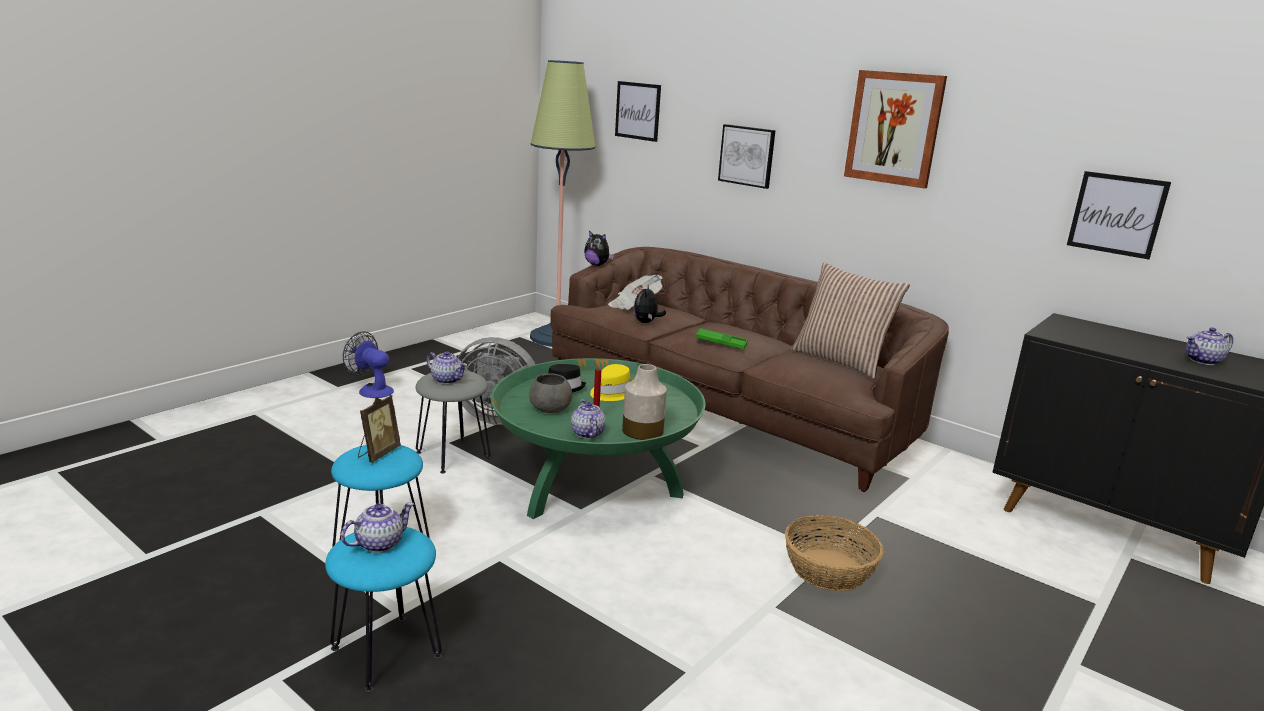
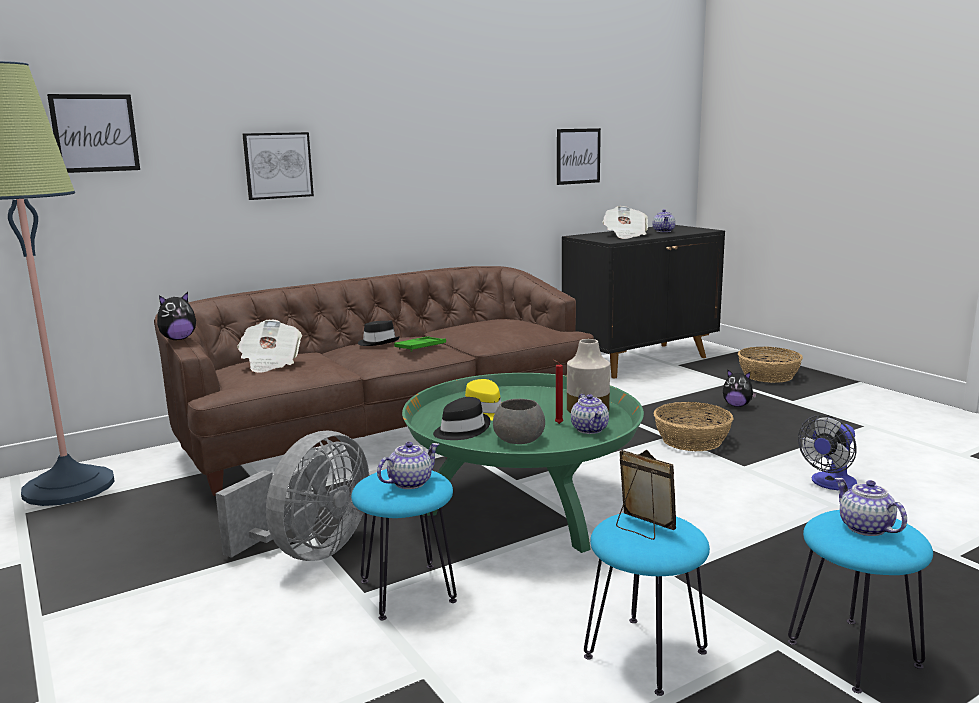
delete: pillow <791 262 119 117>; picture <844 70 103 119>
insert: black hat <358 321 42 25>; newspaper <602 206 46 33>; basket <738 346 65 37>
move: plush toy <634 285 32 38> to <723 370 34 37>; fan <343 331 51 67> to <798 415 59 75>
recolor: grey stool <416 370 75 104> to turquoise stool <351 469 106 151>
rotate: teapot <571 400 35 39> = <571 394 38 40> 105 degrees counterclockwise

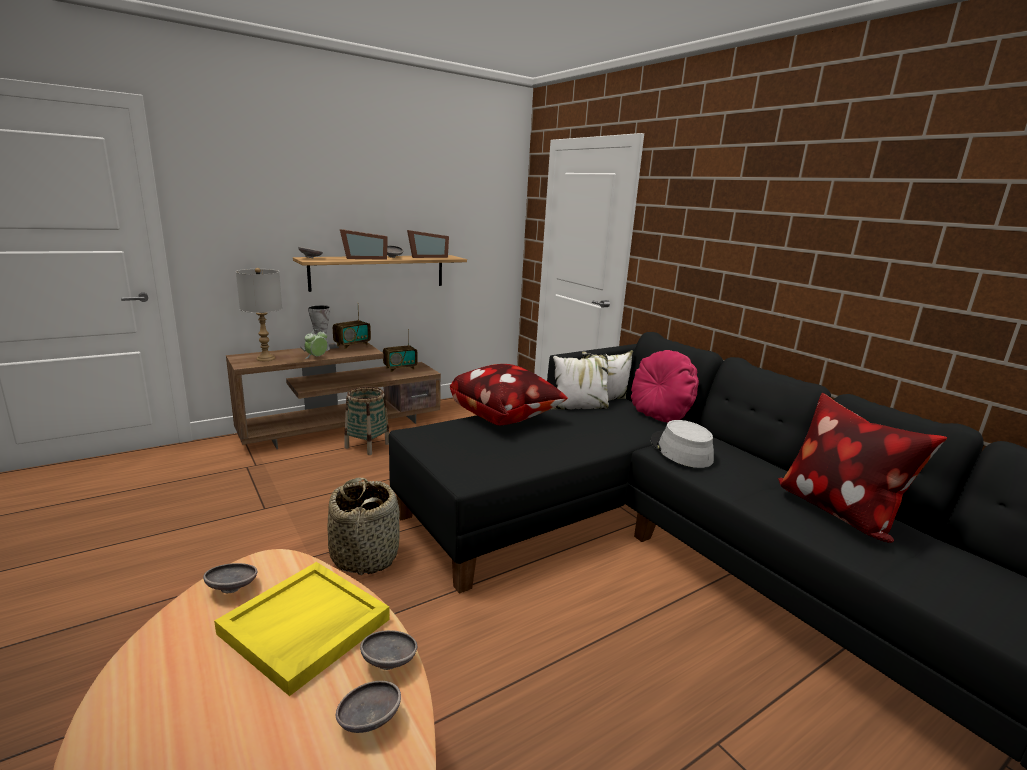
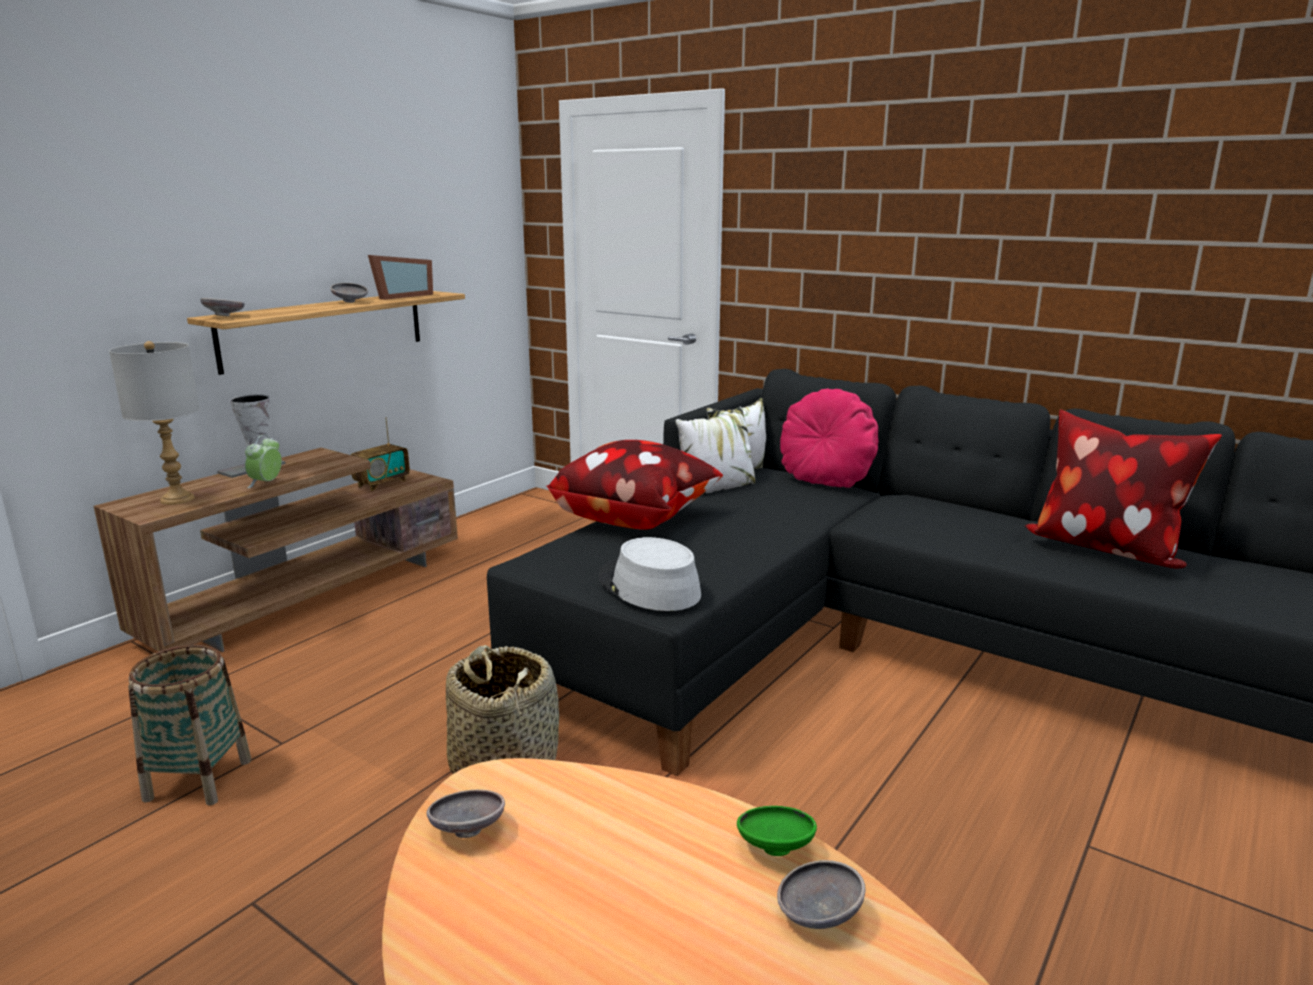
delete: yellow tray <214 562 176 134>; radio <333 308 38 41>; picture frame <340 229 48 31>
move: basket <344 386 45 69> to <128 645 123 161>; grey hat <651 420 63 48> to <599 537 102 74>
recolor: grey bowl <360 630 57 40> to green bowl <737 806 80 50>

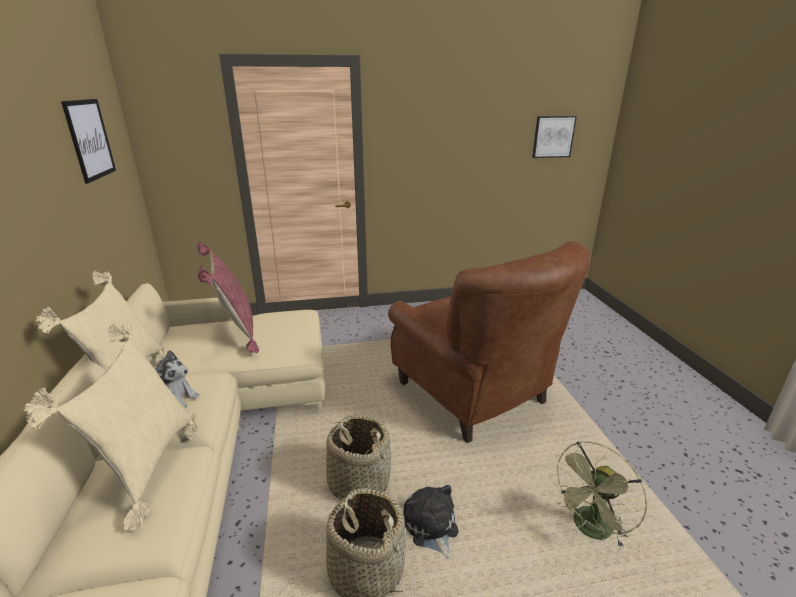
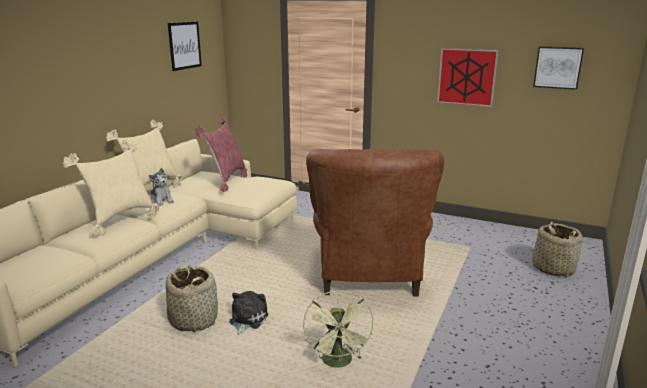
insert: picture <437 48 61 59>
move: basket <326 415 65 85> to <532 222 50 55>
rotate: green fan <550 441 98 108> = <303 290 71 78> 90 degrees counterclockwise

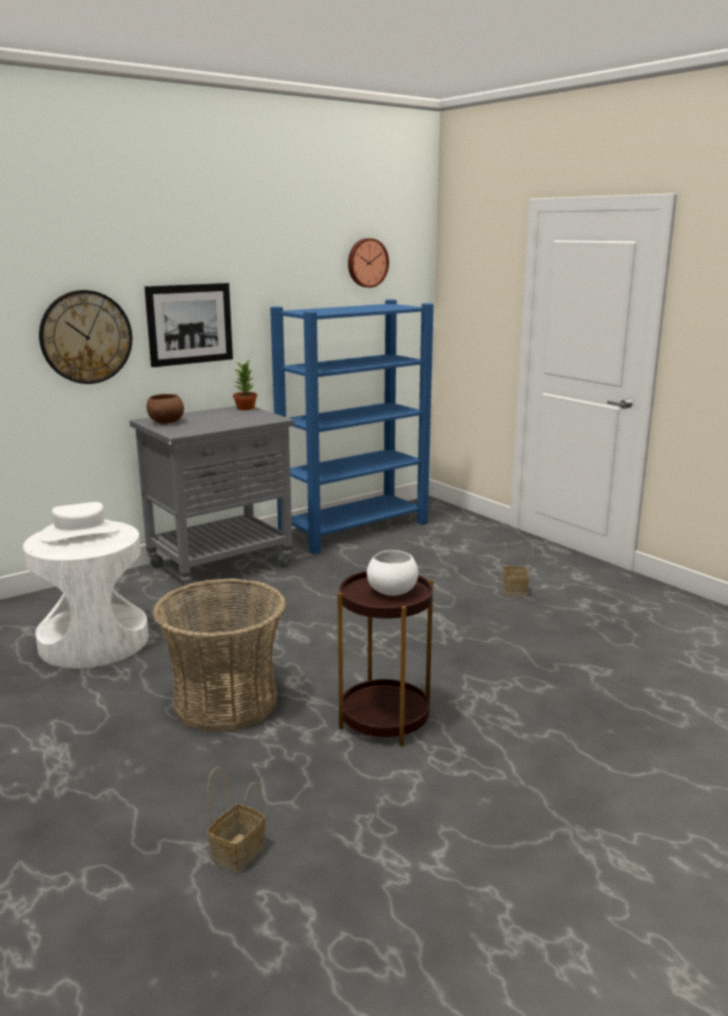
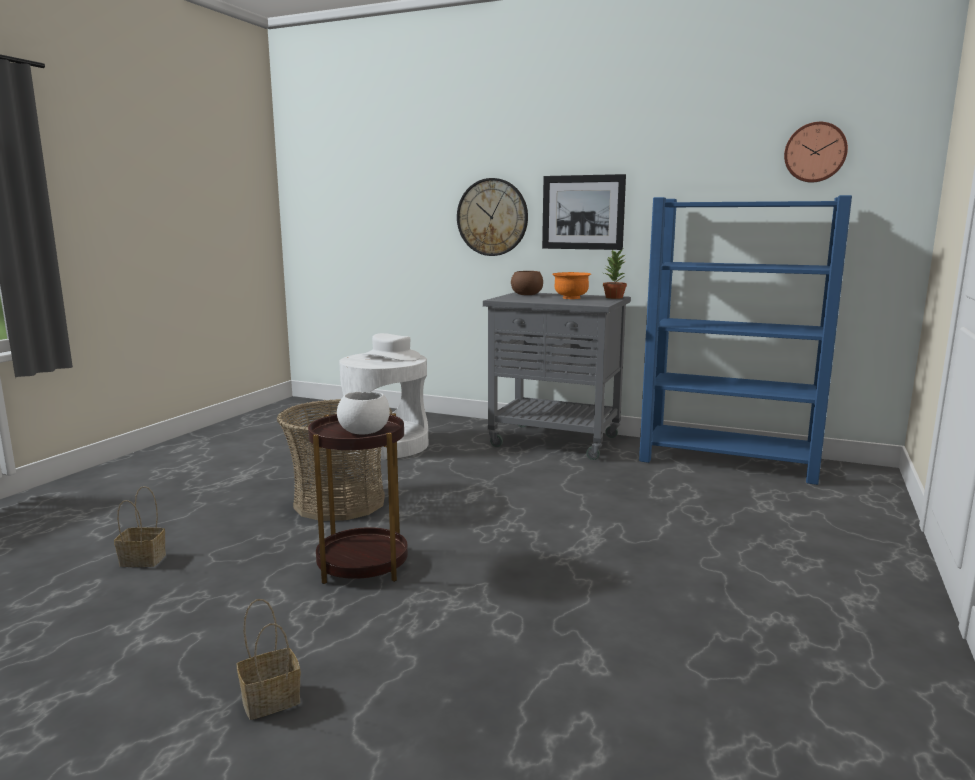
insert: orange bowl <552 272 39 27>
move: basket <503 542 30 55> to <237 599 64 121>

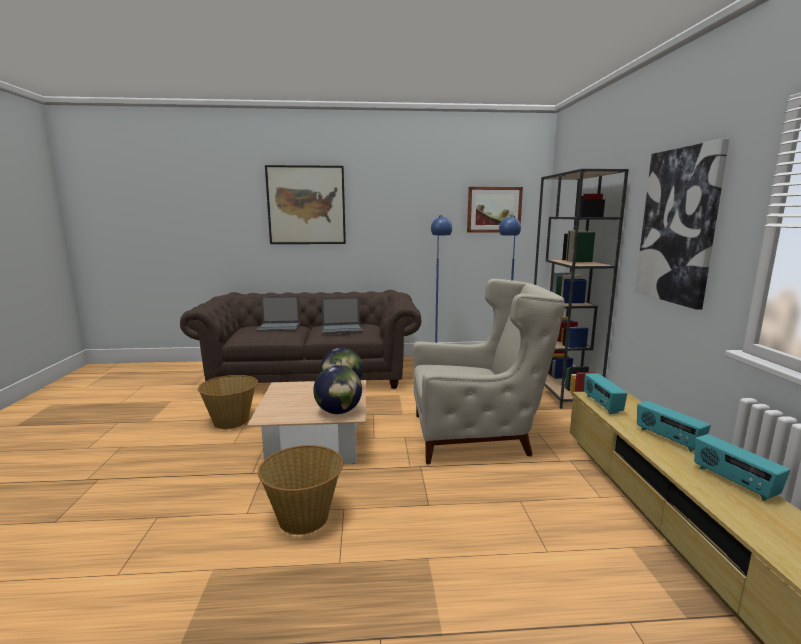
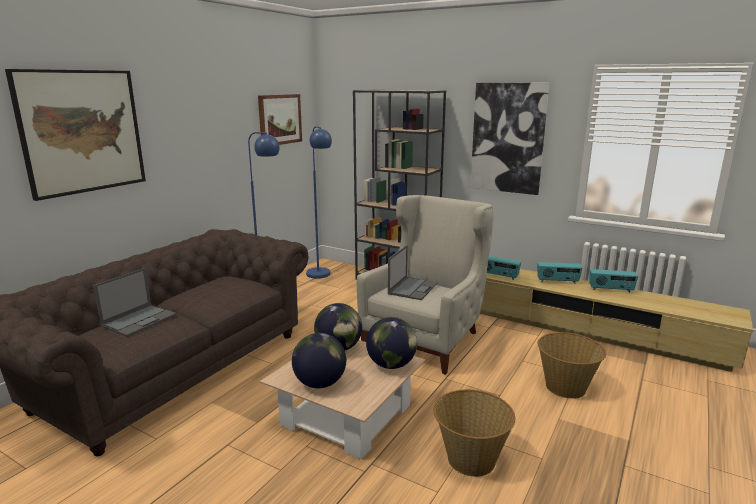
insert: globe <292 333 54 55>
move: laptop <321 297 42 37> to <388 245 50 55>; basket <198 375 60 54> to <537 332 69 67>

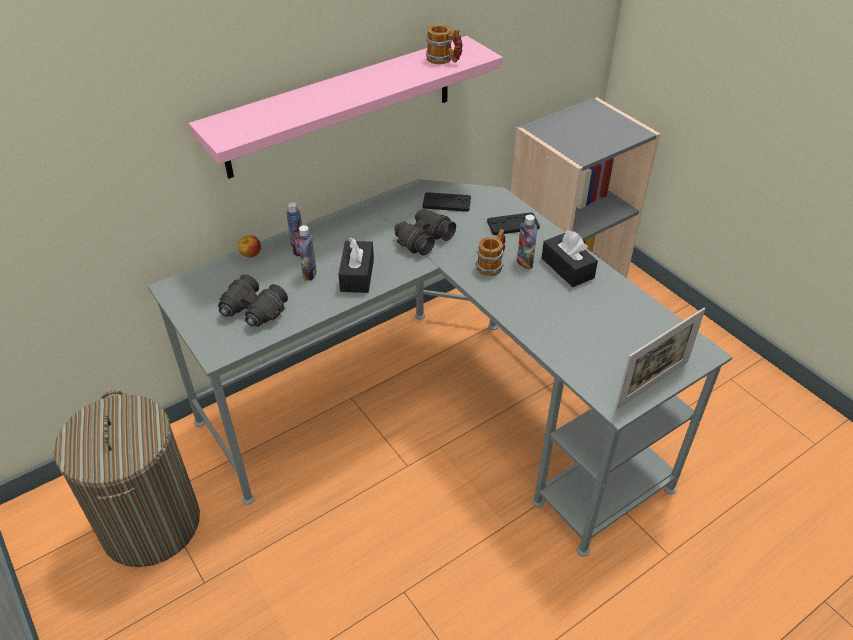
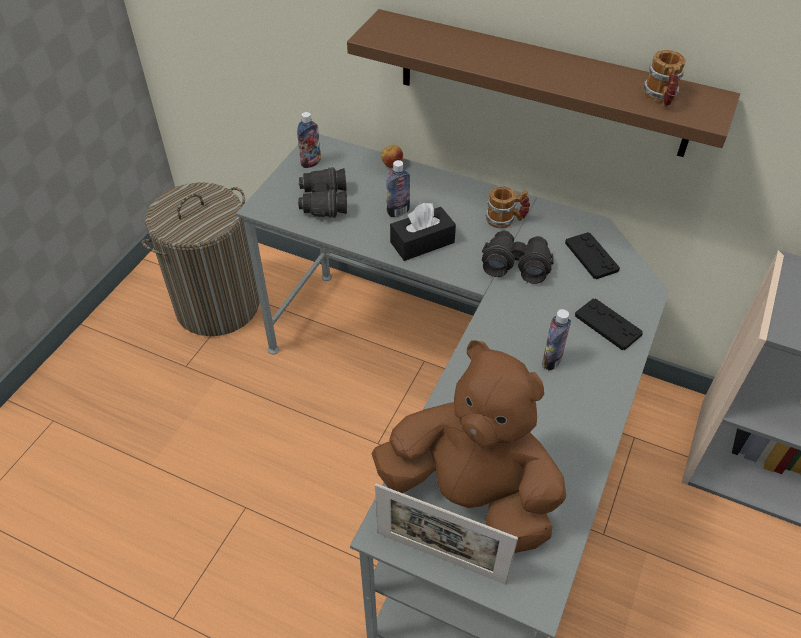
delete: black tissue box <542 230 56 57>
insert: brown plush toy <371 340 195 213>
move: bottle <286 202 16 54> to <297 112 24 56>; mug <476 229 29 47> to <485 187 45 41>
recolor: pink shelf <189 36 314 143> to brown shelf <347 9 393 148>

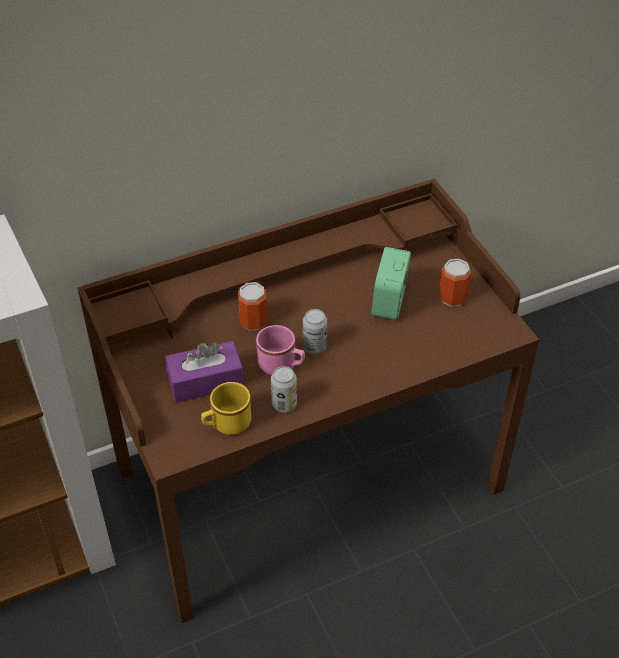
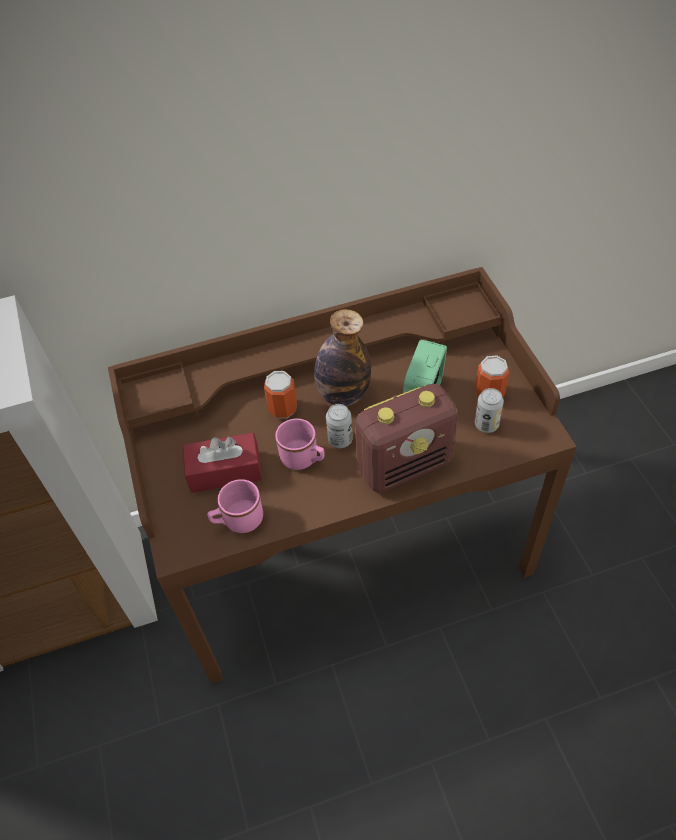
insert: bottle <314 309 57 97>; radio <355 384 103 109>
move: can <271 366 26 46> to <475 388 29 45>
recolor: purple tissue box <165 341 79 62> to red tissue box <183 433 79 60>; yellow mug <201 382 50 53> to pink mug <207 479 56 54>

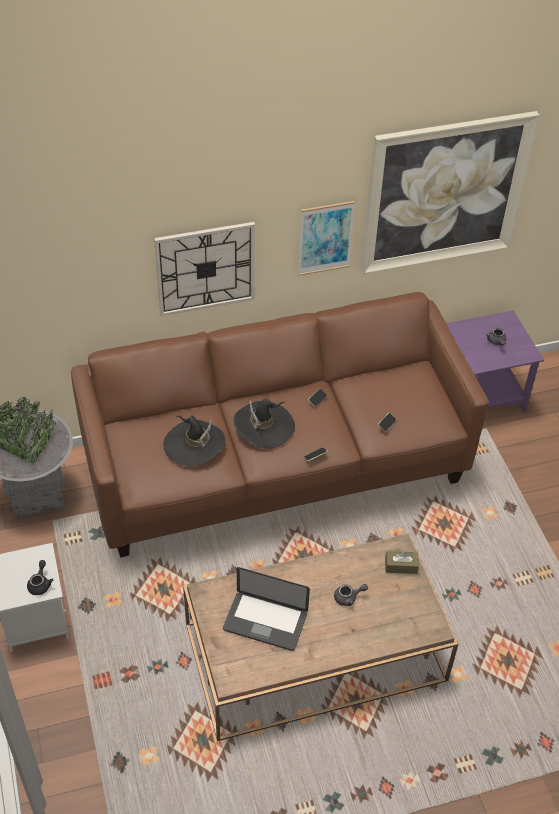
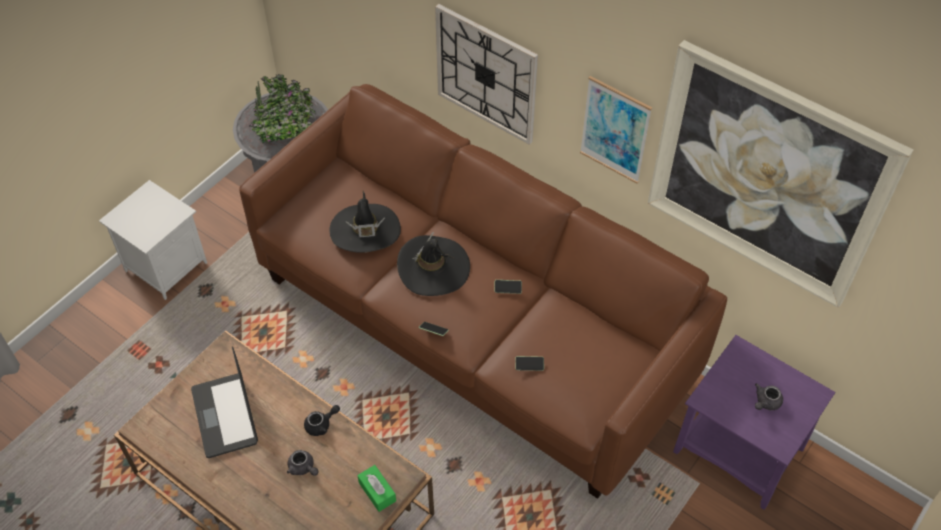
move: black teapot <27 560 26 35> to <304 405 36 31>
recolor: brown tissue box <385 551 34 23> to green tissue box <357 465 39 47>

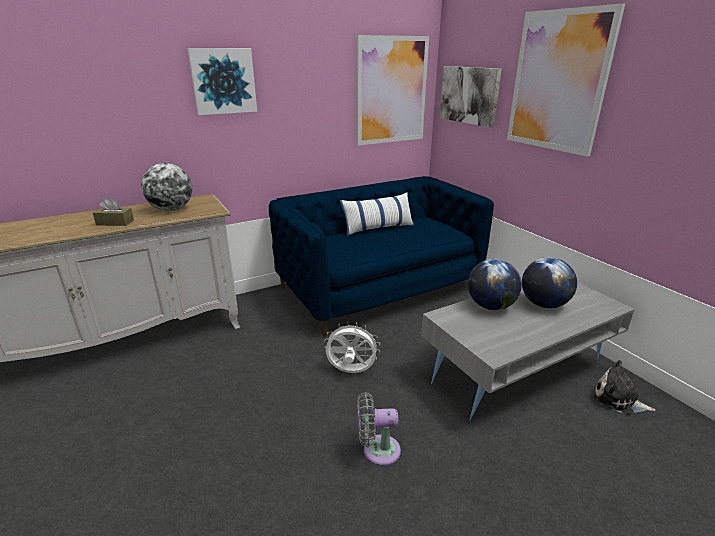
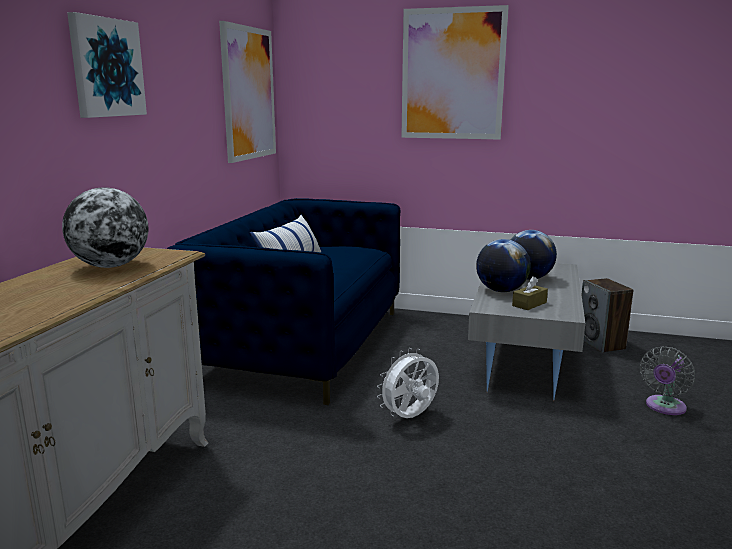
delete: picture <440 66 62 62>
move: brown tissue box <93 198 41 28> to <512 276 36 34>; grey fan <357 392 44 74> to <640 347 55 68>
replace: plush toy <594 360 61 55> to speaker <581 278 52 75>

